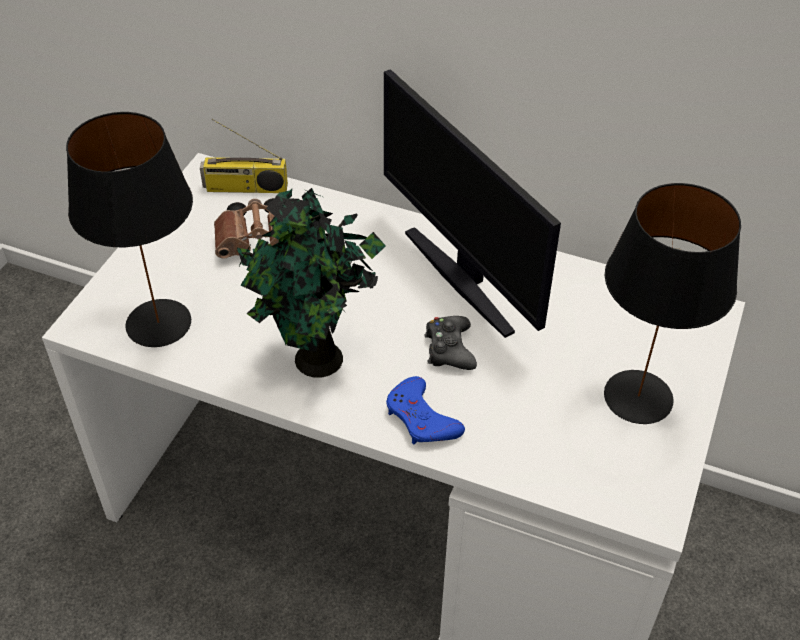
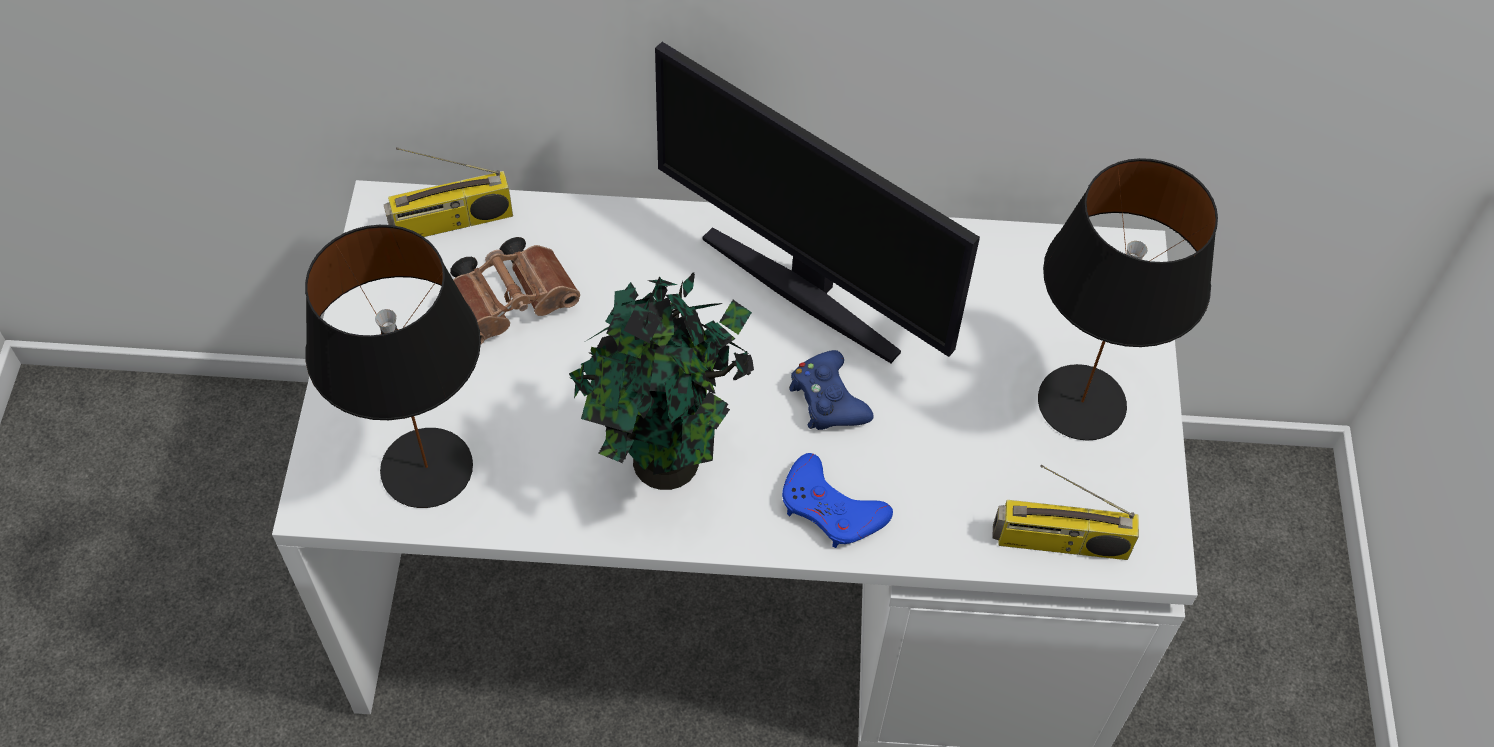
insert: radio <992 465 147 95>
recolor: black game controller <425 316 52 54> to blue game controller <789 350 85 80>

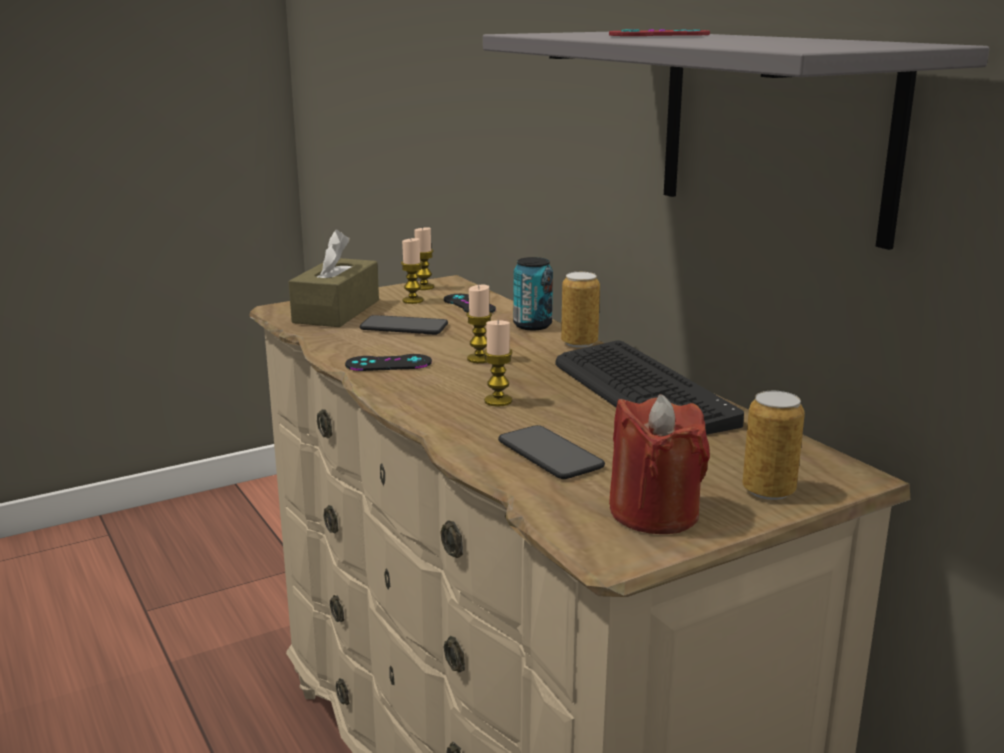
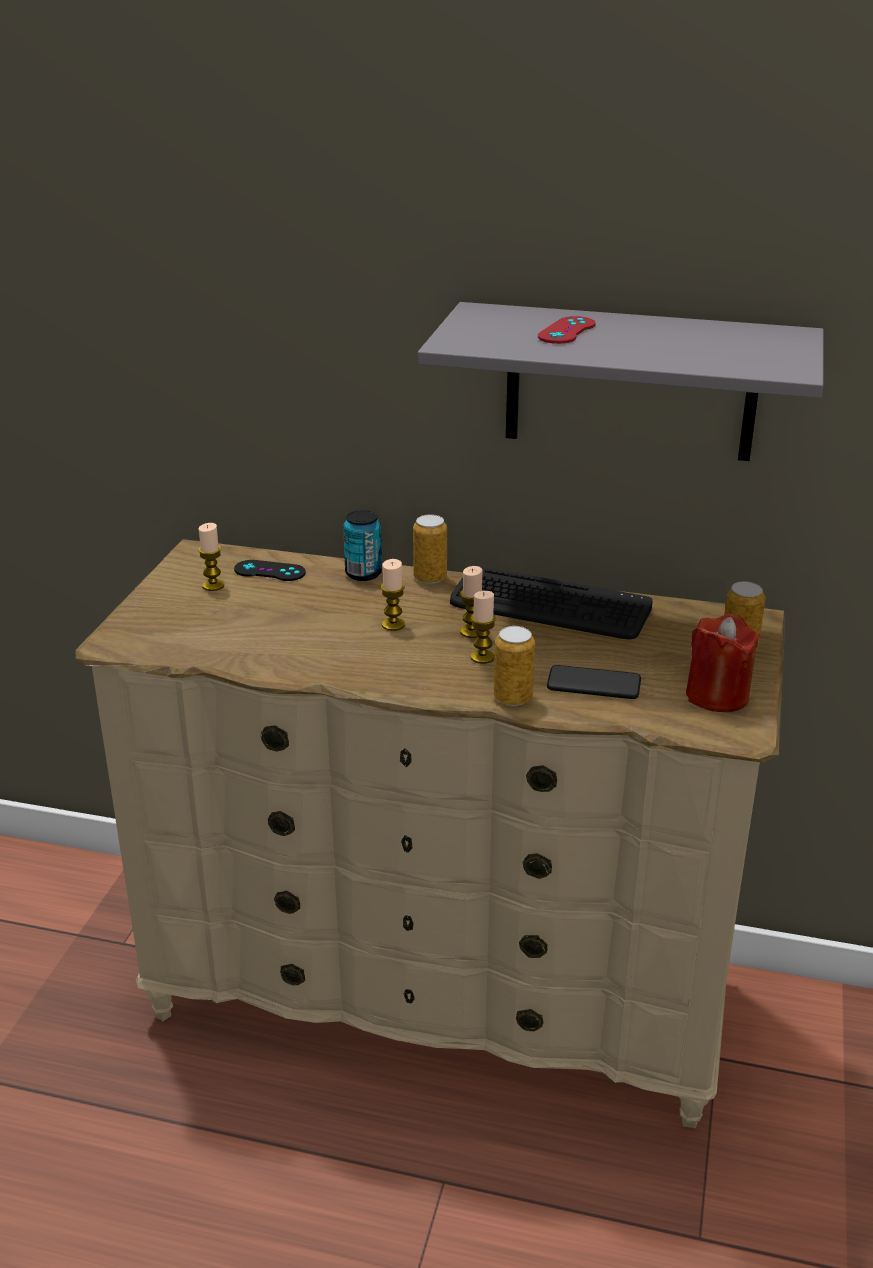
delete: brown tissue box <288 229 91 98>; black game controller <345 354 87 17>; phone <360 315 88 20>
insert: can <494 626 41 80>
move: candle <414 227 20 63> to <460 566 23 72>

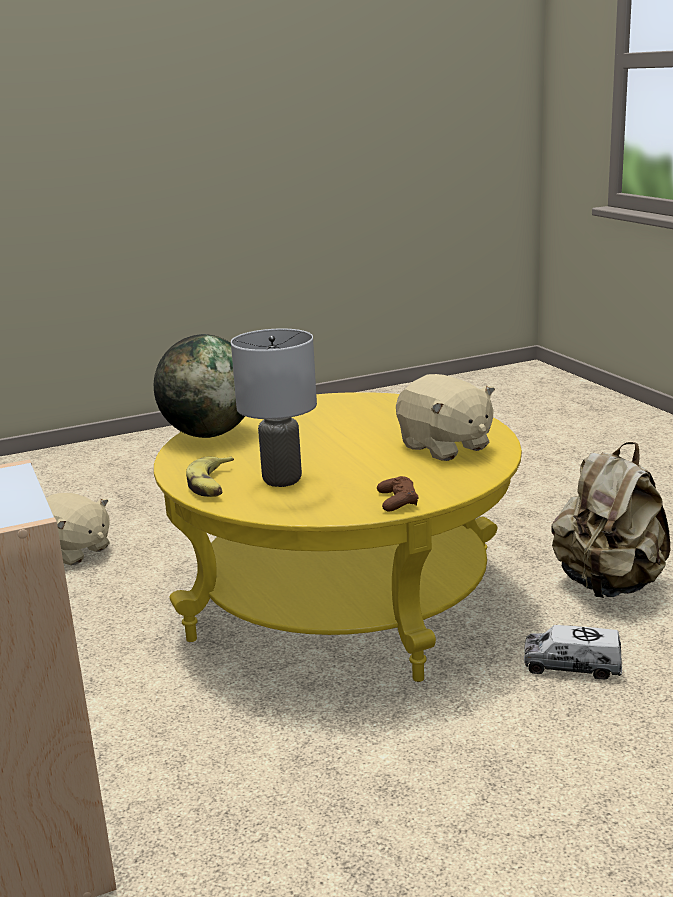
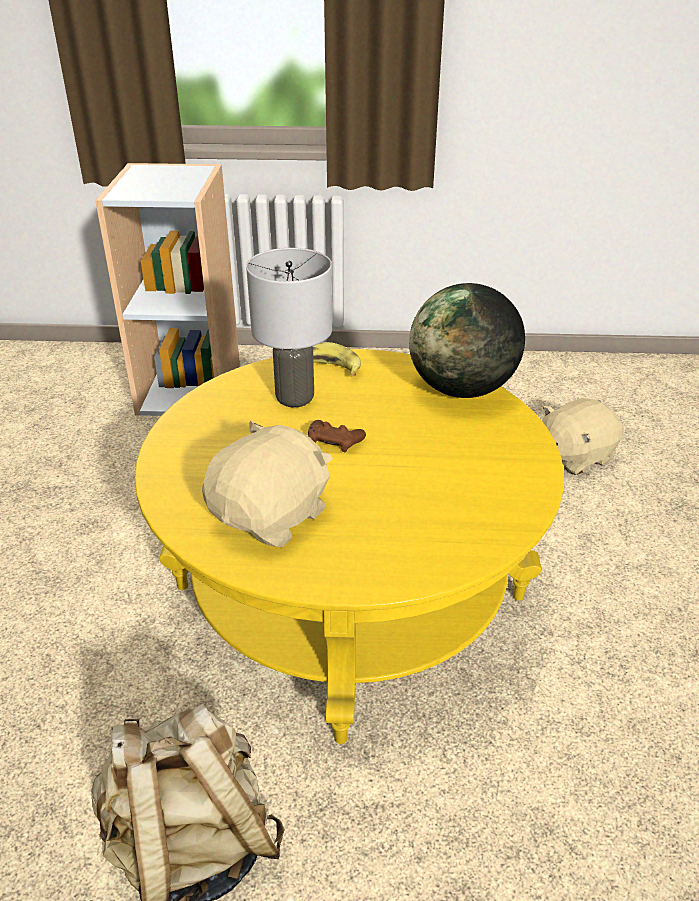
delete: toy truck <524 625 98 54>
move: brown game controller <377 476 41 35> to <308 420 58 33>
rotate: beige plush toy <396 374 99 87> = <202 421 131 126> 135 degrees clockwise

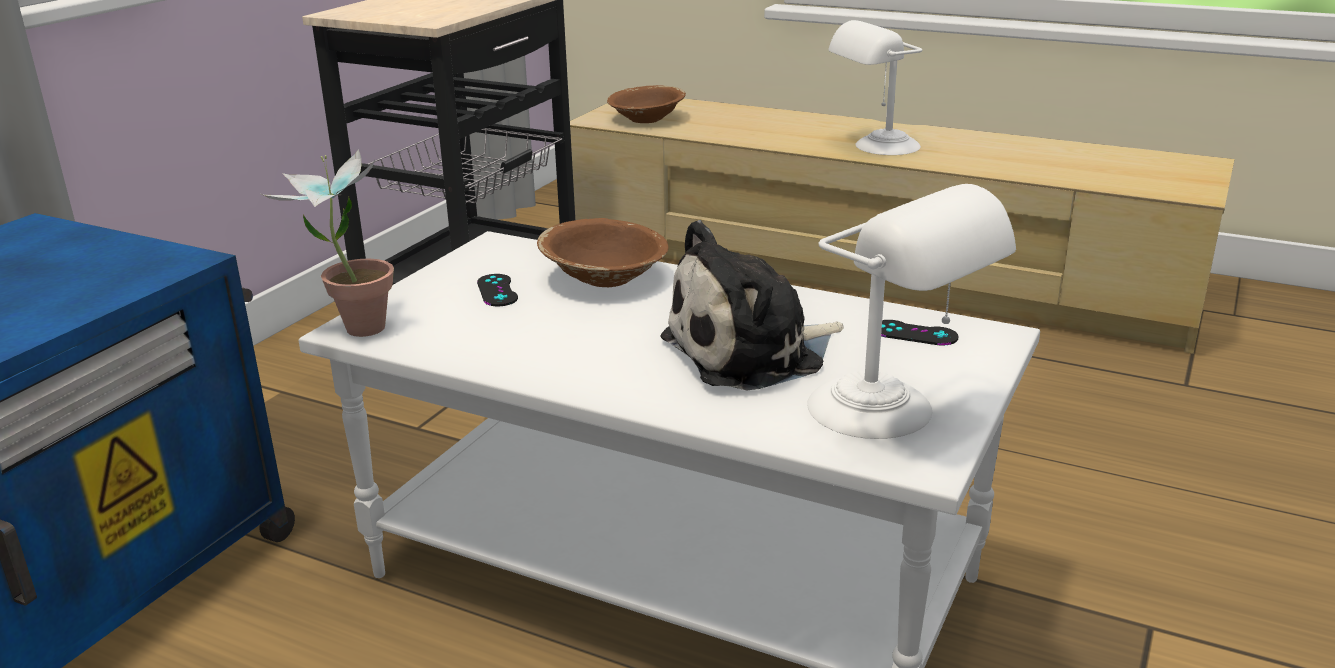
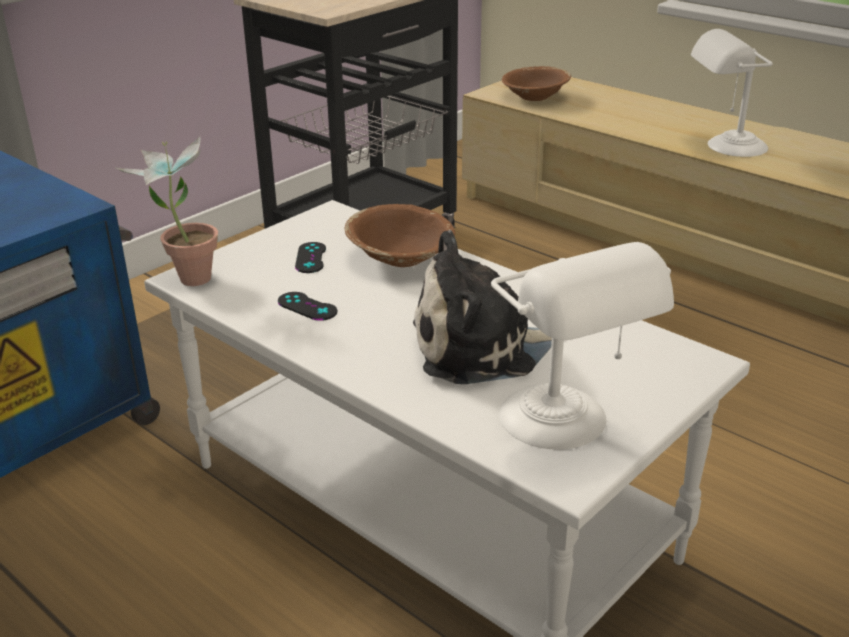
move: black game controller <881 320 77 26> to <278 292 59 29>

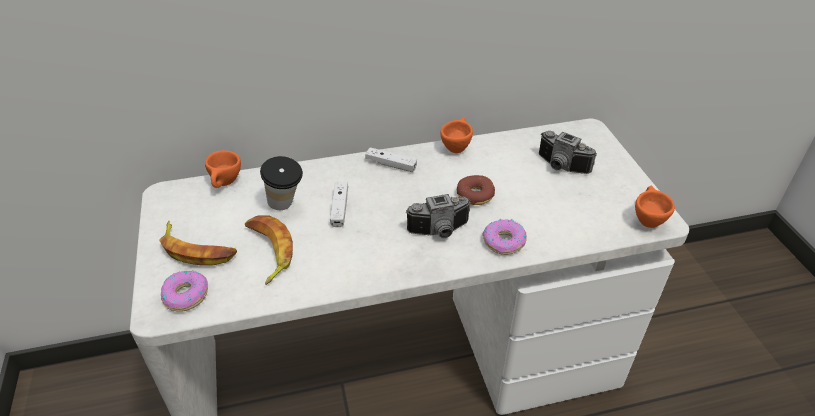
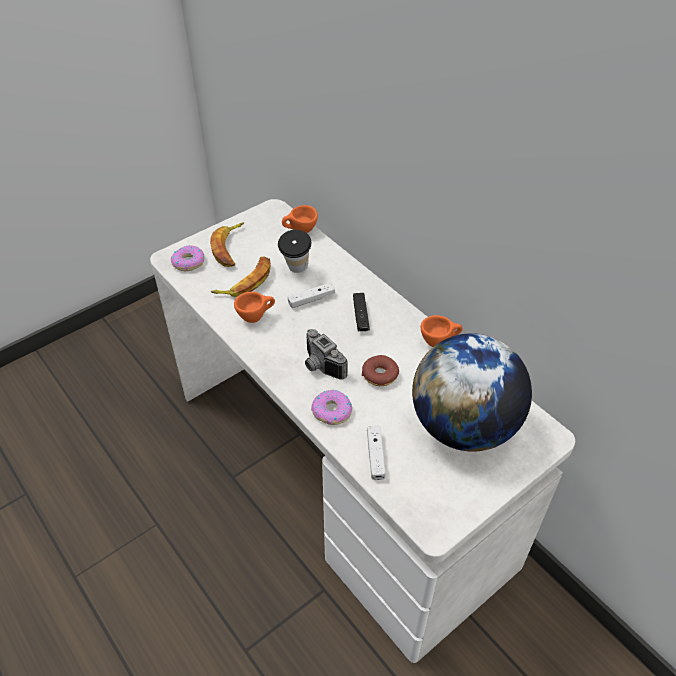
insert: black game controller <353 293 17 39>
move: orange cup <635 186 40 42> to <234 292 41 31>; white game controller <365 147 52 25> to <367 426 19 54>
replace: photo camera <539 131 58 43> to globe <412 333 120 119>

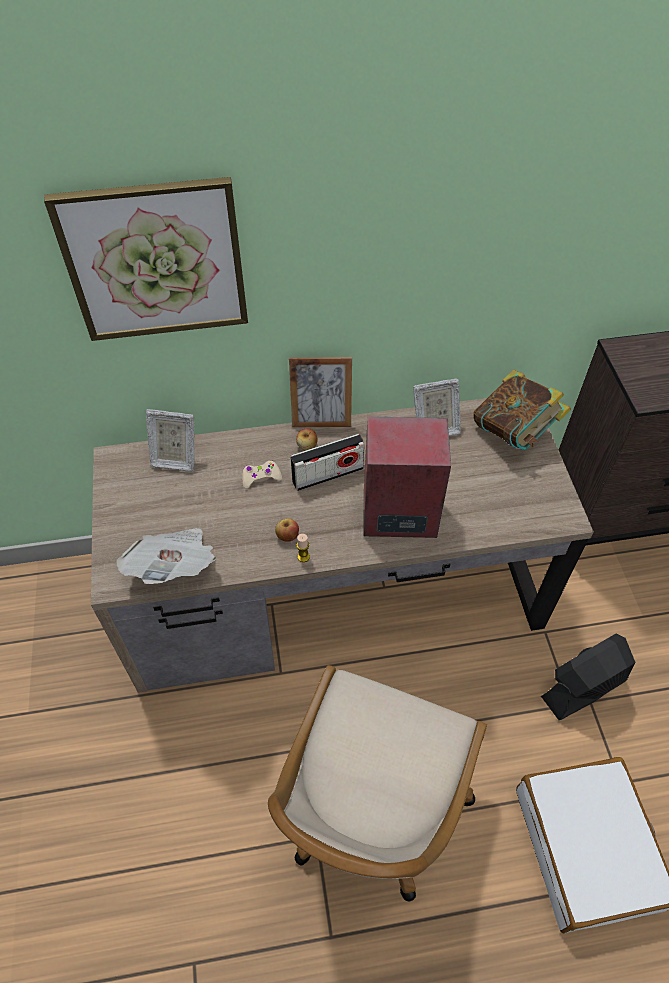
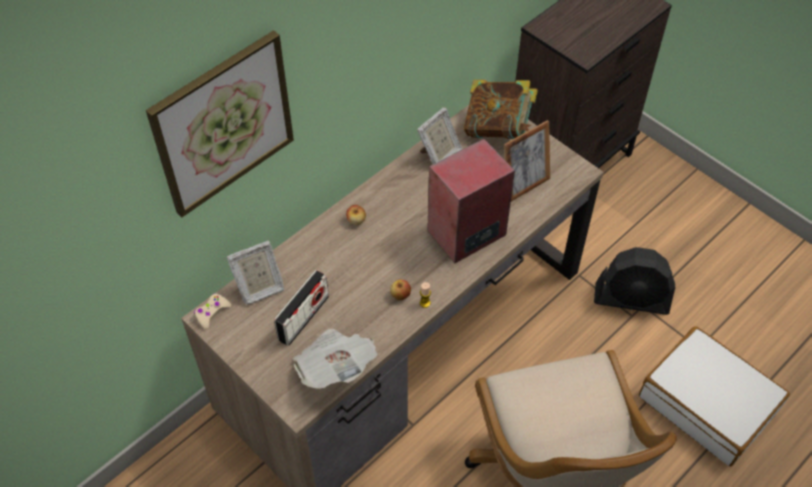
move: beige game controller <242 460 40 29> to <194 294 37 35>; radio <290 434 75 57> to <274 270 55 76>; picture frame <289 357 63 70> to <504 120 46 81>
rotate: black fan <541 634 94 86> = <594 247 81 68> 105 degrees counterclockwise

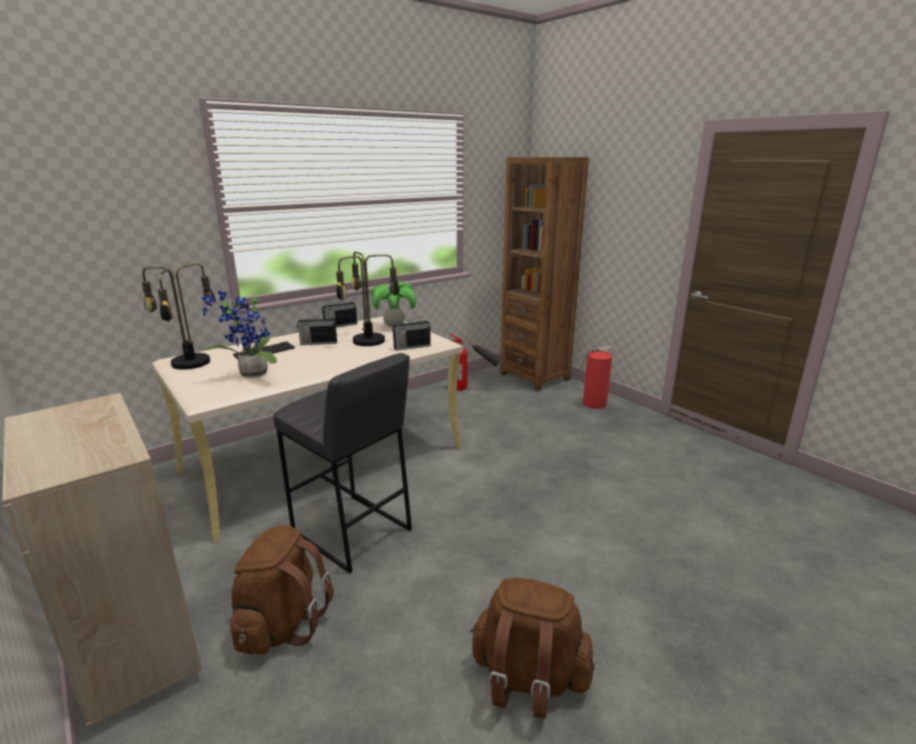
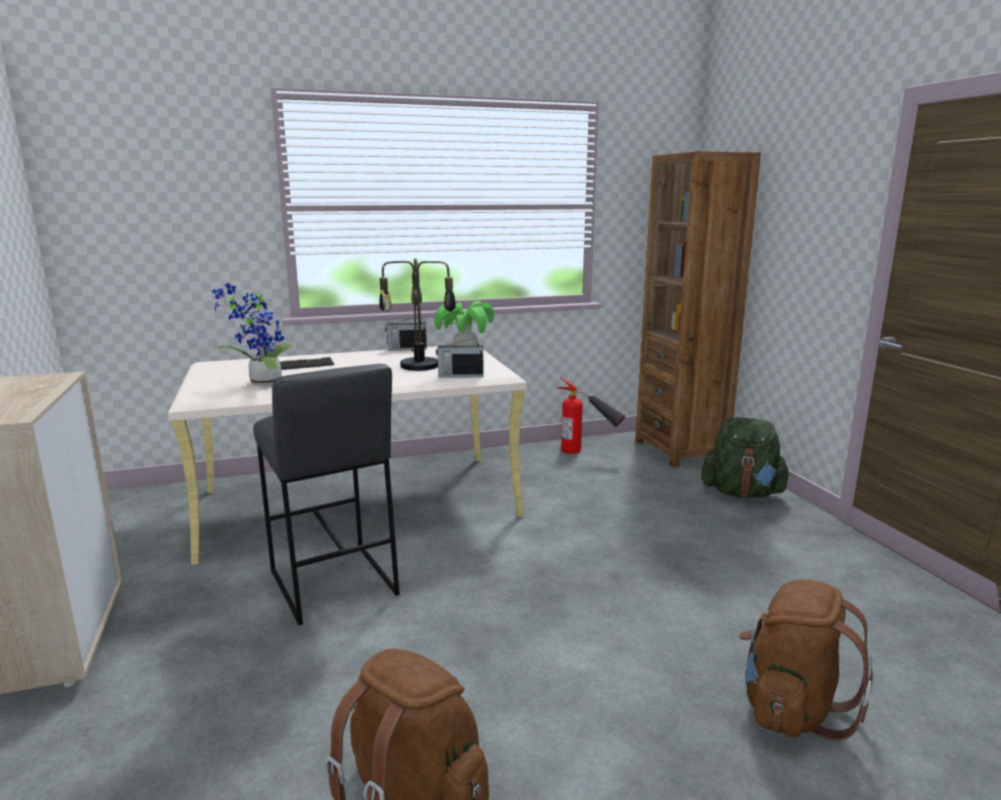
delete: table lamp <142 263 74 107>; radio <297 314 40 31>
move: brown backpack <230 526 104 129> to <739 579 134 162>
replace: fire extinguisher <579 346 34 63> to green backpack <701 417 90 81>

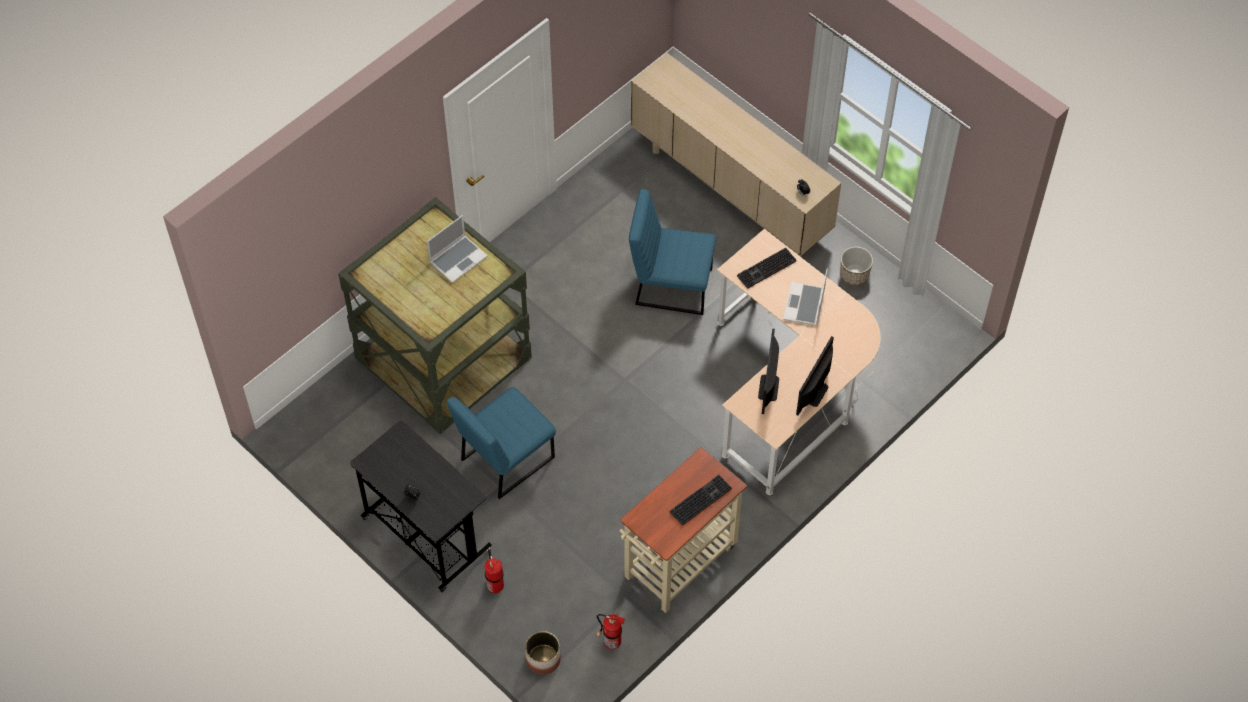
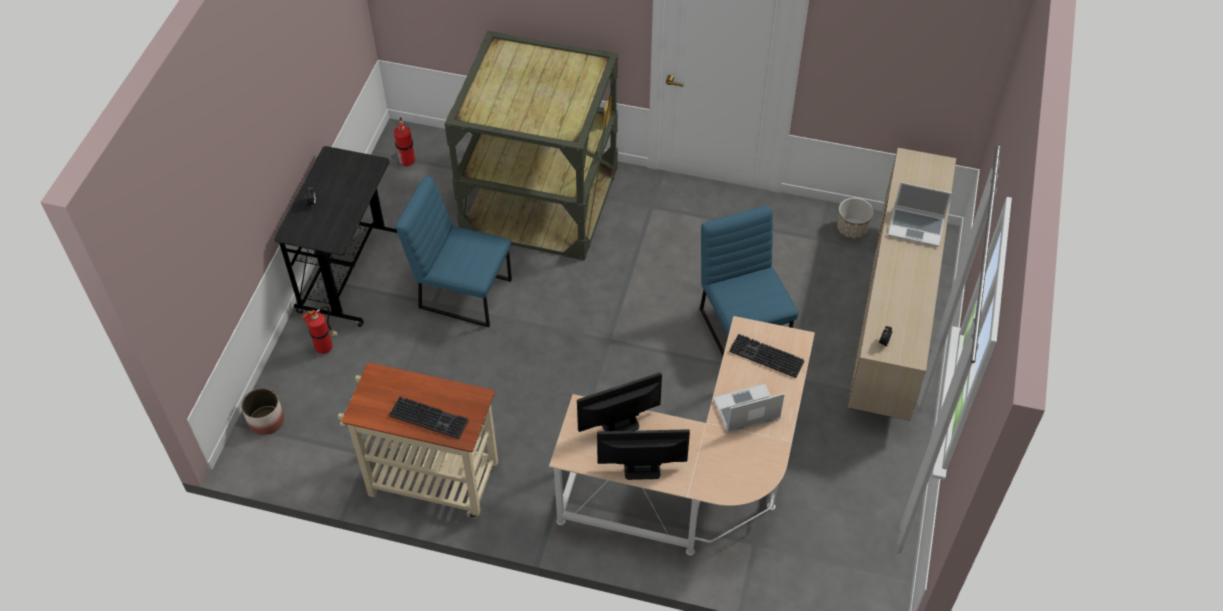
move: fire extinguisher <596 614 29 35> to <394 117 21 50>; planter <840 247 33 38> to <837 198 36 41>; laptop <427 215 61 68> to <888 182 64 65>

